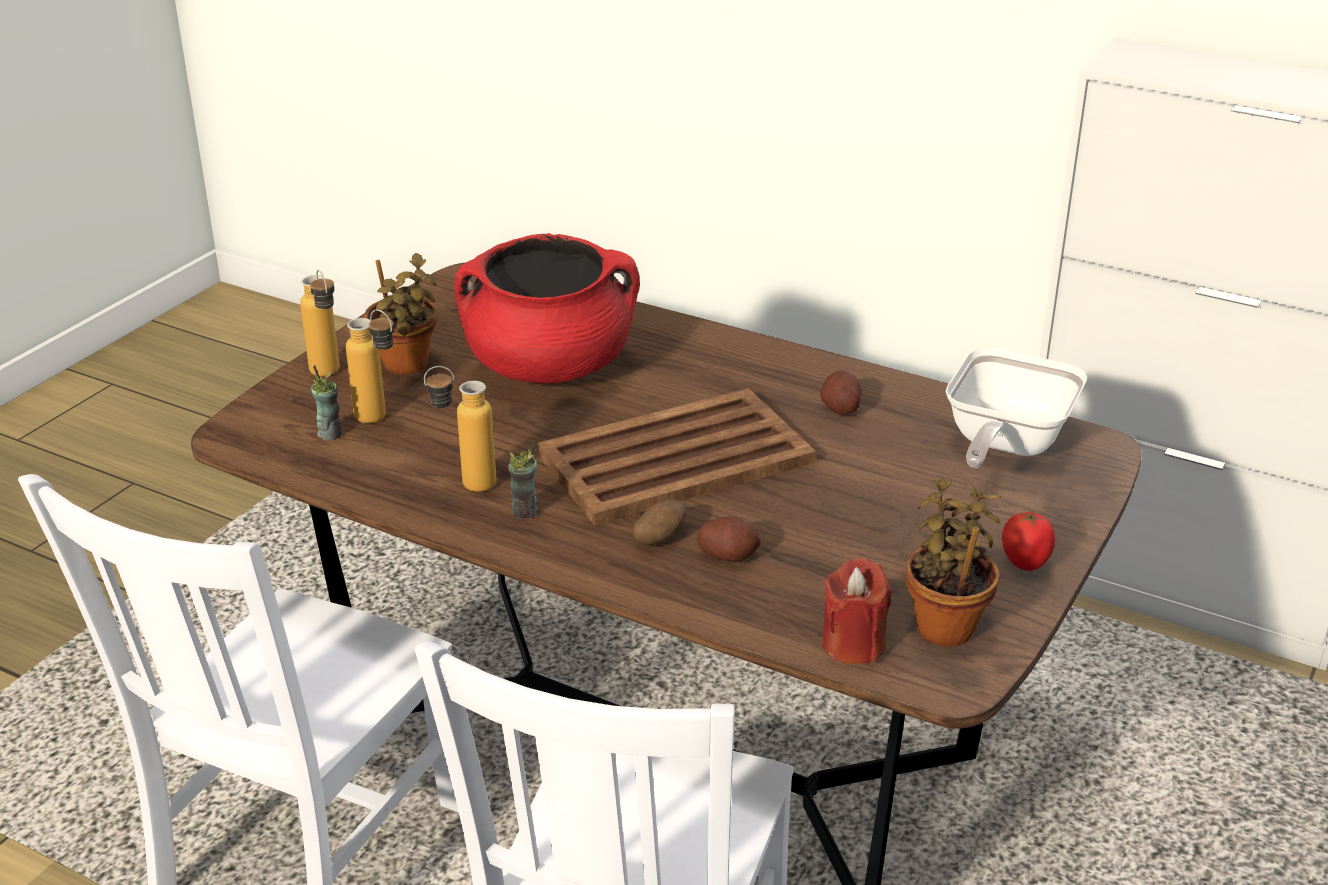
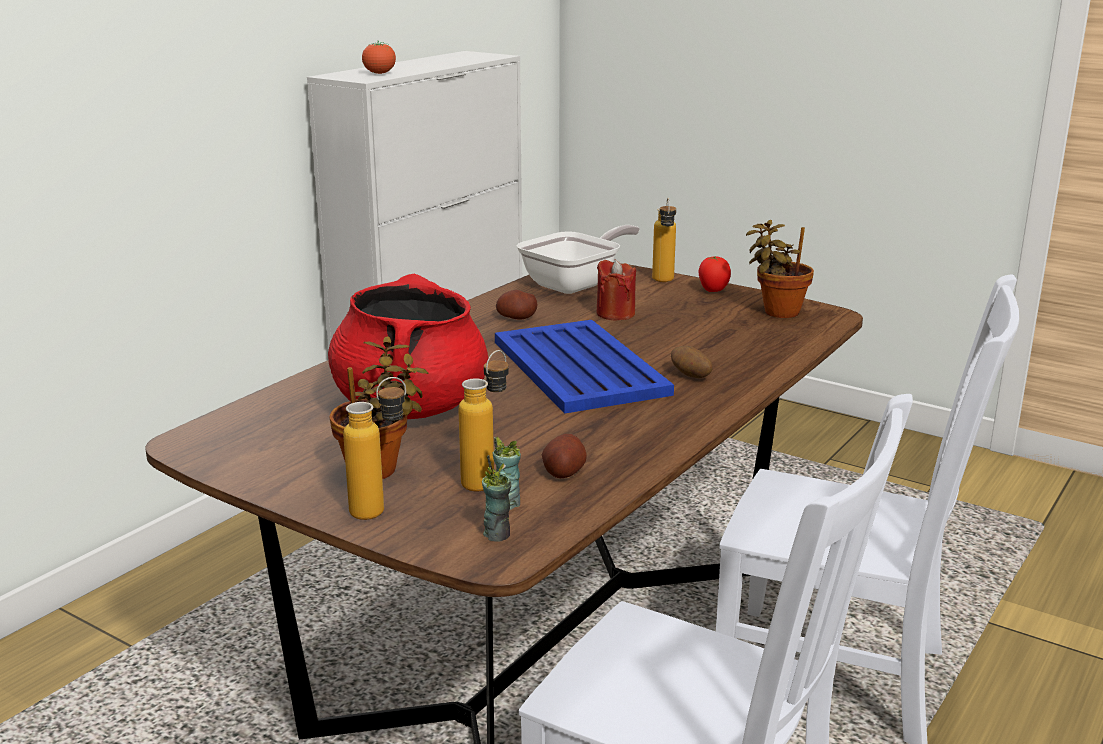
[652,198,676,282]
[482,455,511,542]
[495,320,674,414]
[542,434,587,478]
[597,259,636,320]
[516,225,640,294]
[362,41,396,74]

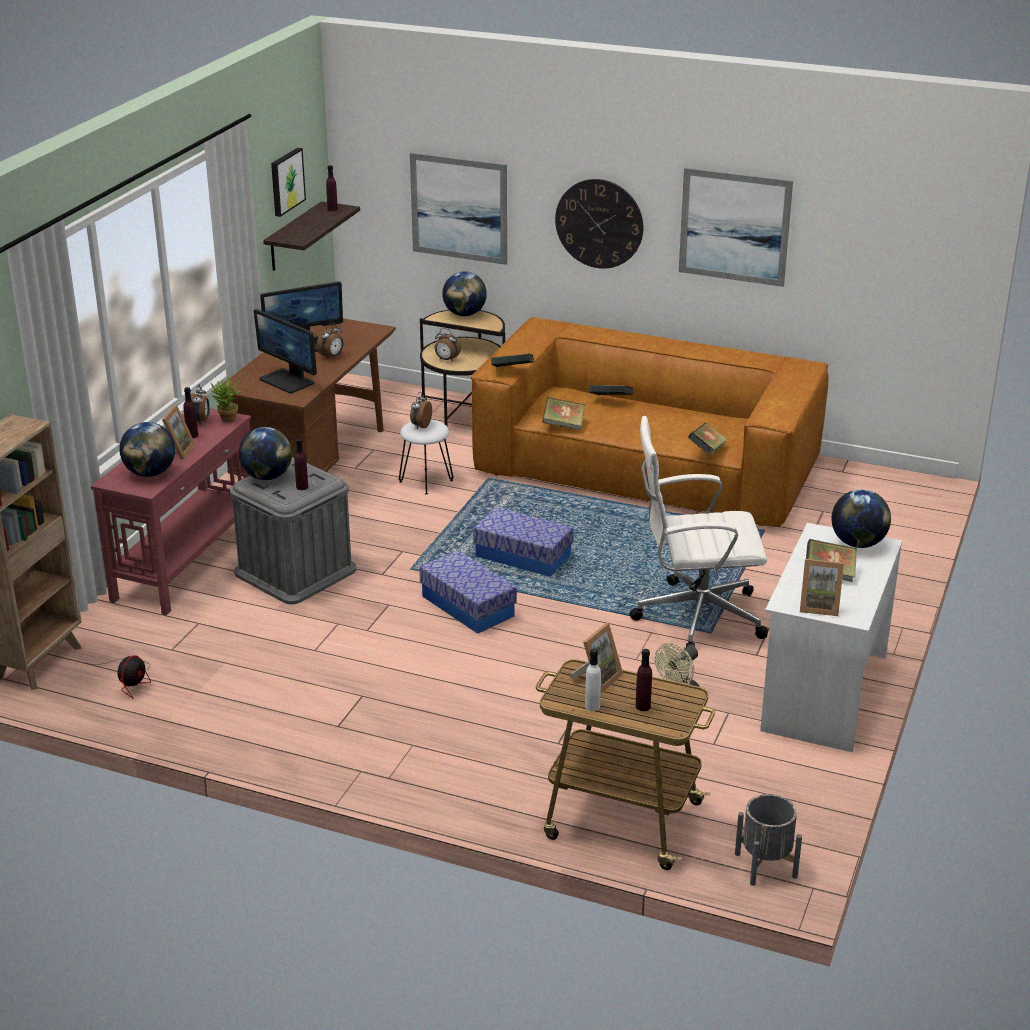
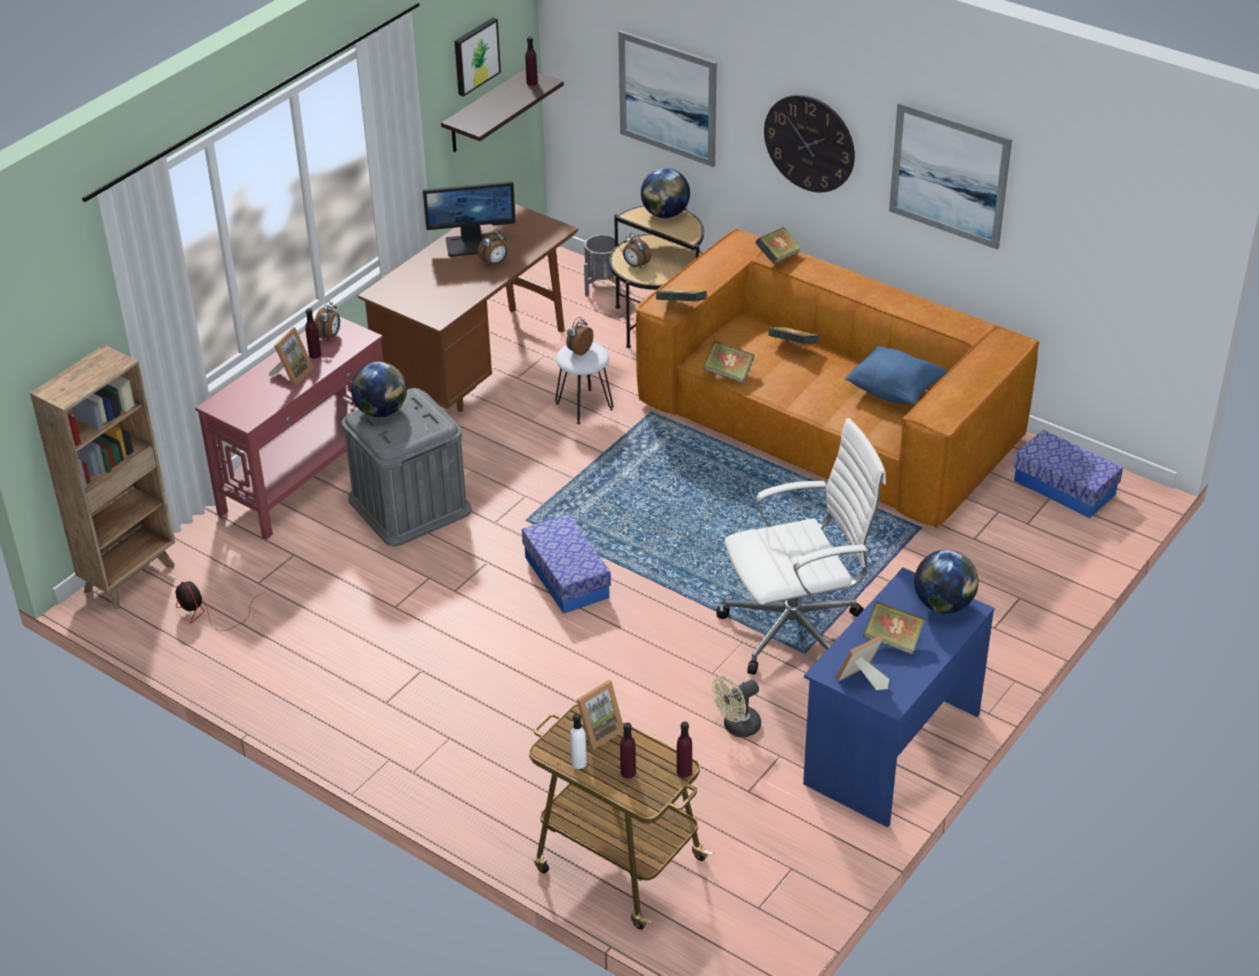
[176,582,265,631]
[119,422,175,477] (first image)
[210,376,242,422] (first image)
[254,309,317,394] (first image)
[677,721,692,777]
[1013,430,1123,518]
[716,418,886,675]
[755,227,802,264]
[584,234,620,296]
[803,568,995,828]
[835,634,889,690]
[845,345,949,404]

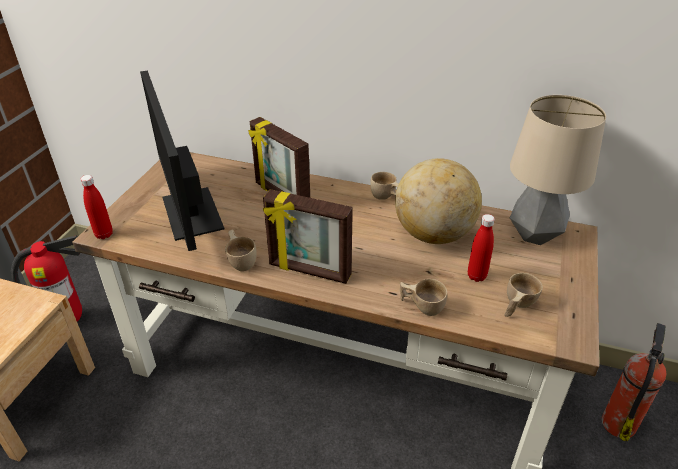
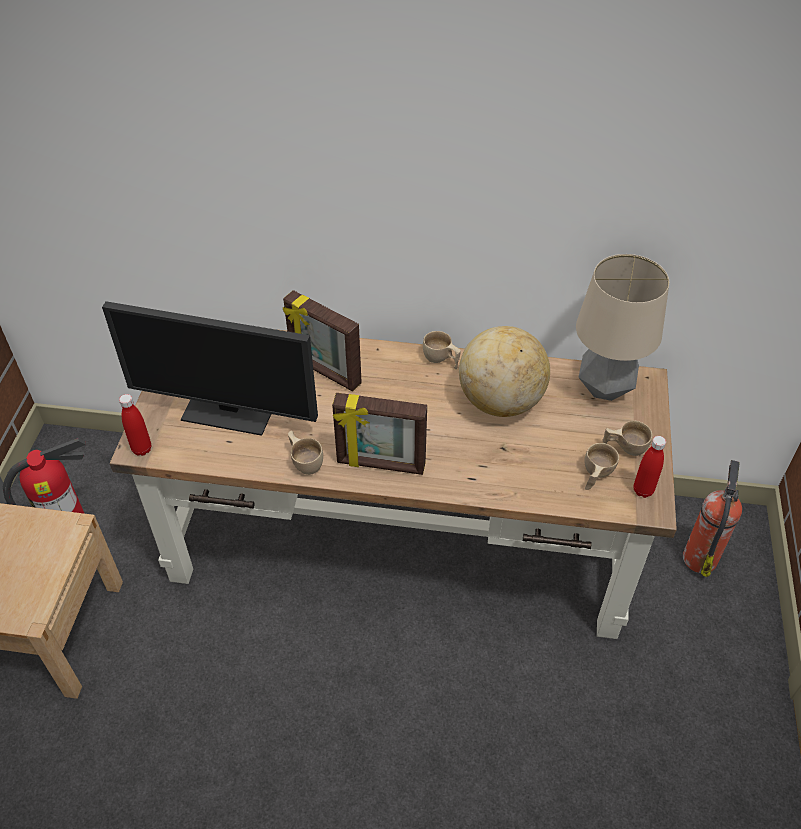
[102,301,318,436]
[603,421,652,456]
[634,436,666,498]

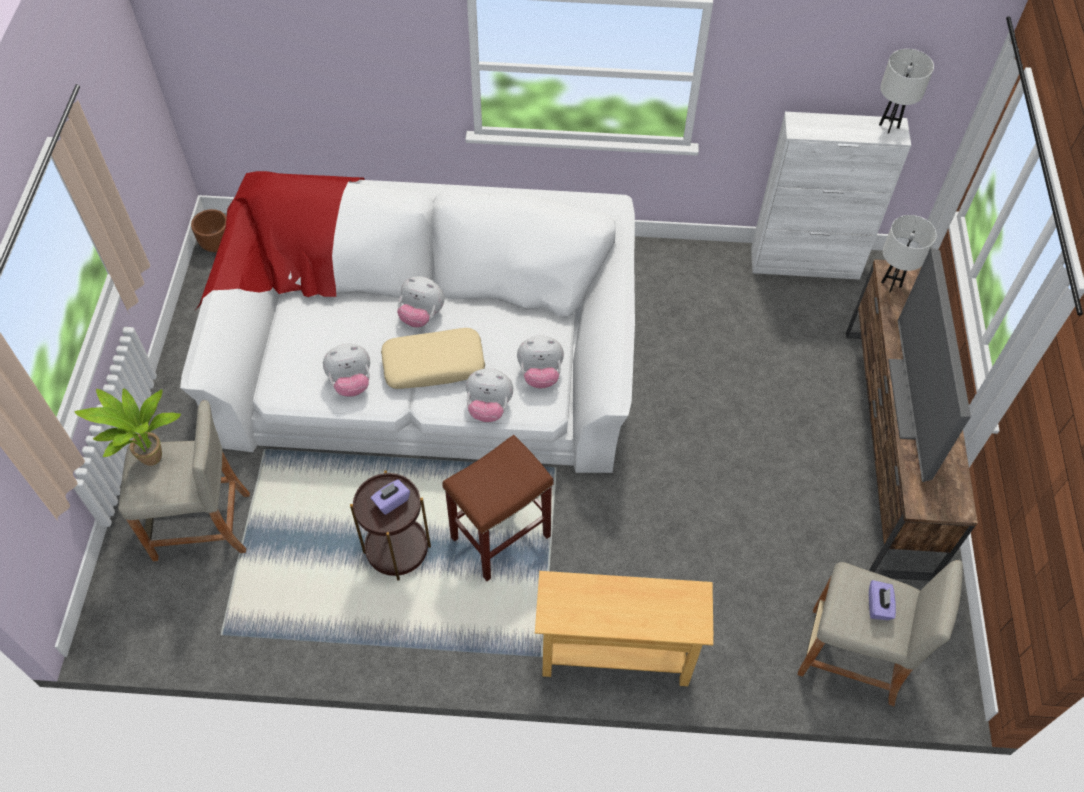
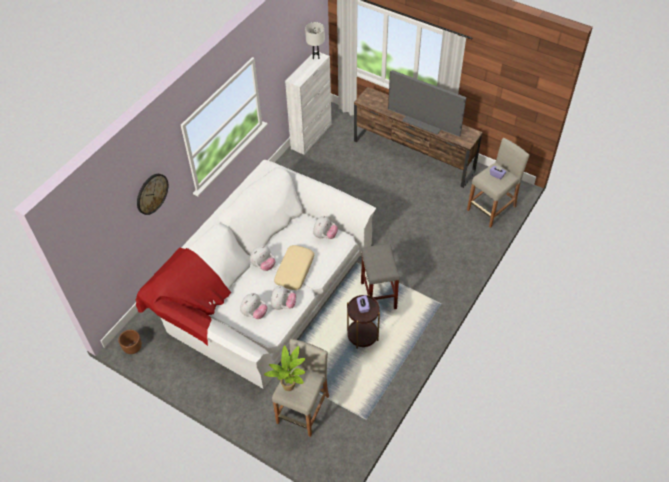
[361,244,400,309]
[240,293,267,319]
[535,571,714,686] (first image)
[881,215,937,293] (first image)
[137,174,168,215]

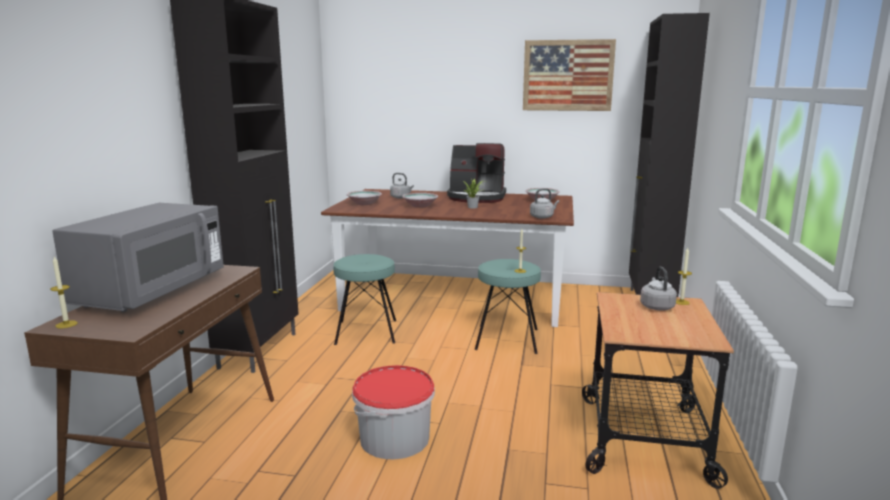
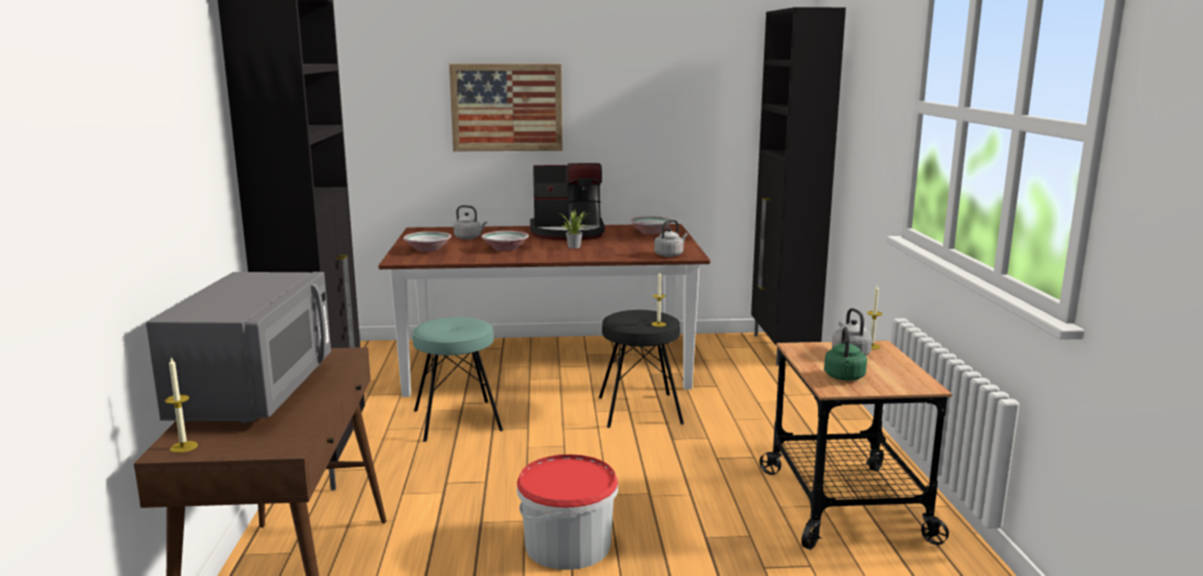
[599,310,684,428]
[449,64,562,151]
[824,327,867,381]

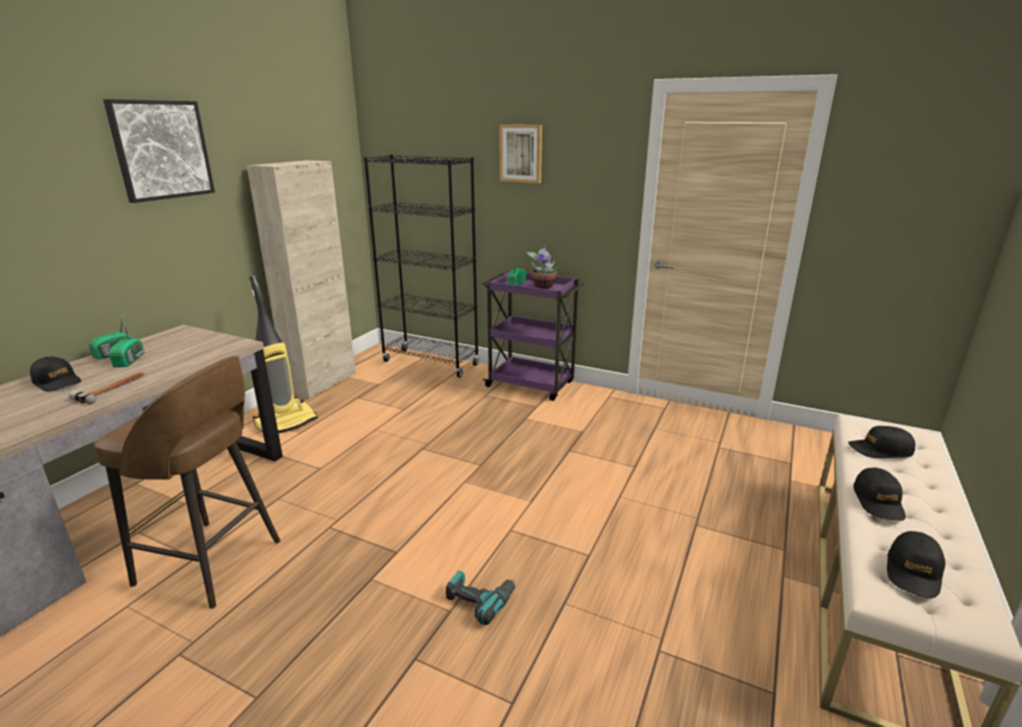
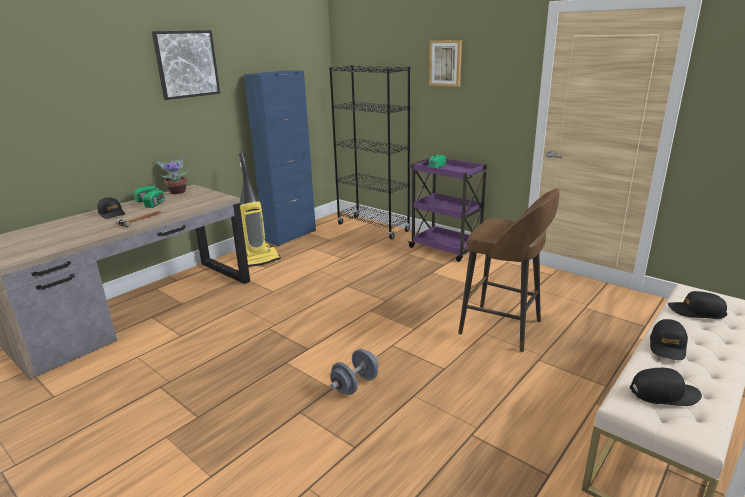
[458,188,559,352]
[244,70,316,246]
[330,349,378,395]
[155,156,188,194]
[630,368,702,406]

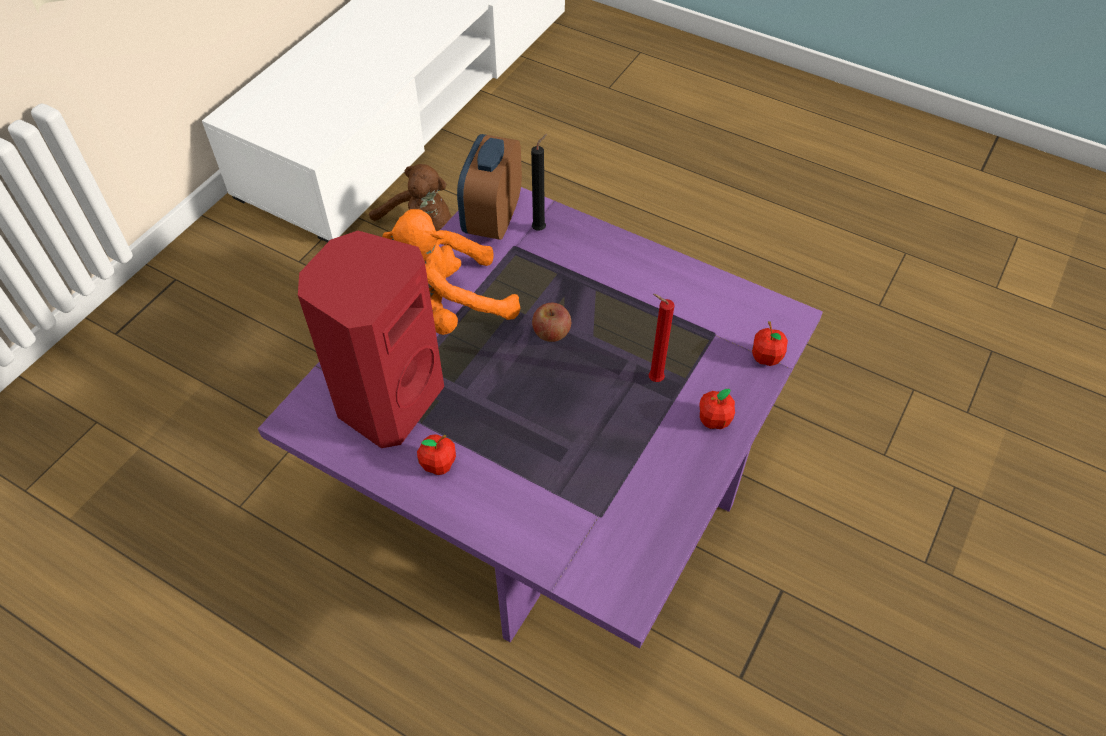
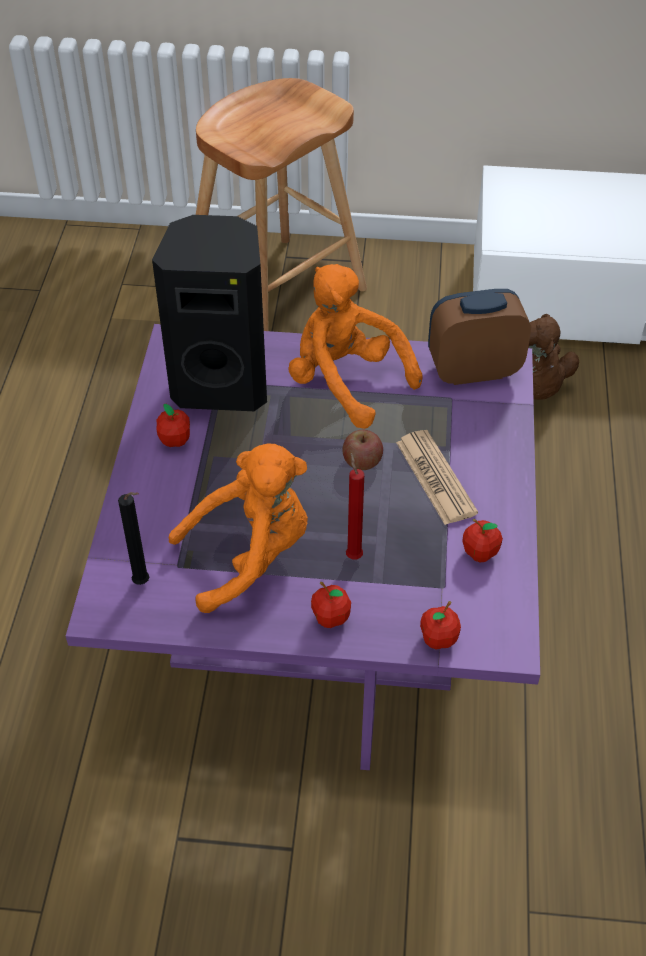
[152,215,267,411]
[118,492,149,585]
[169,443,308,613]
[196,78,367,331]
[396,430,478,525]
[463,519,503,562]

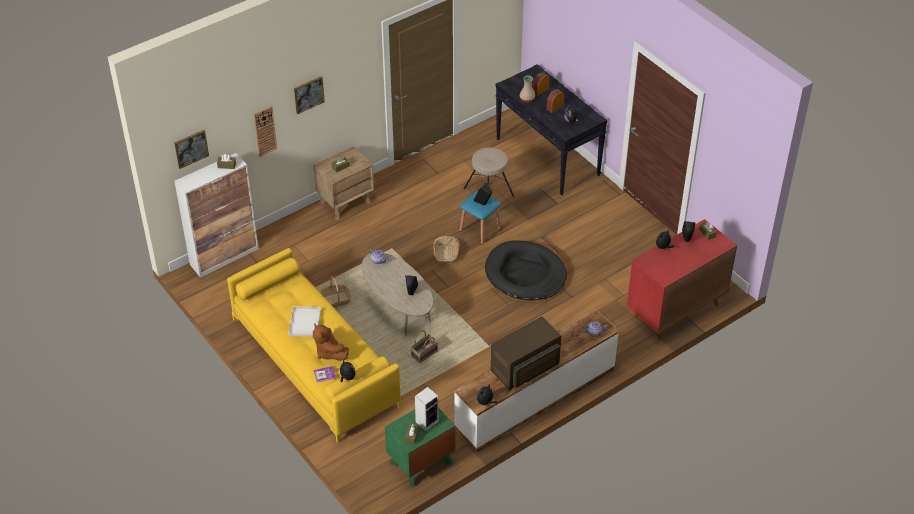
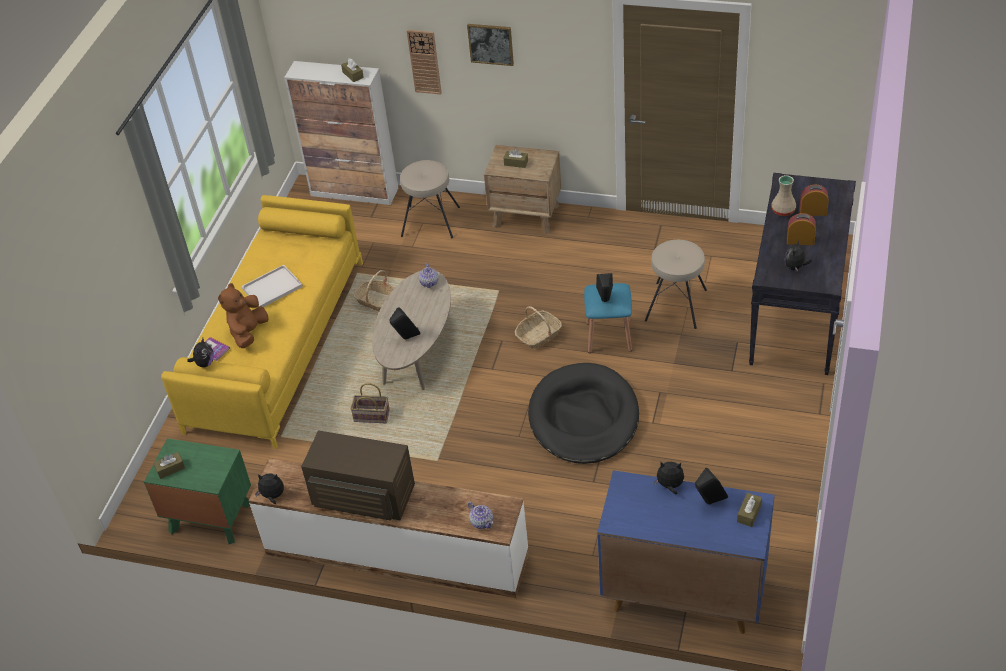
[175,130,209,169] (first image)
[415,387,439,431] (first image)
[597,470,775,634]
[400,160,460,238]

